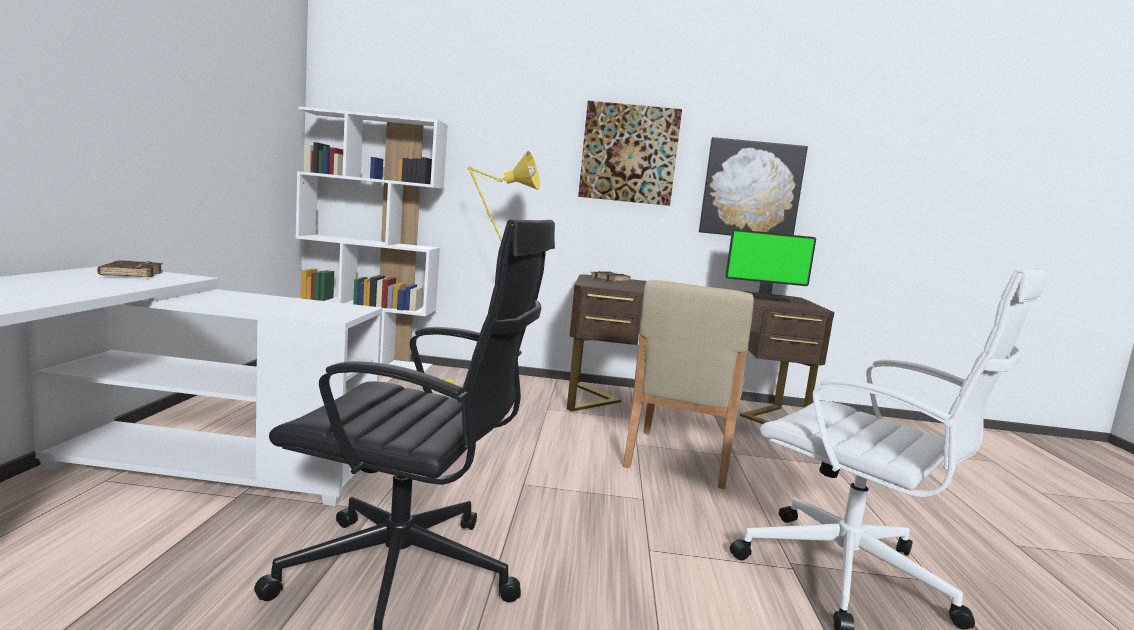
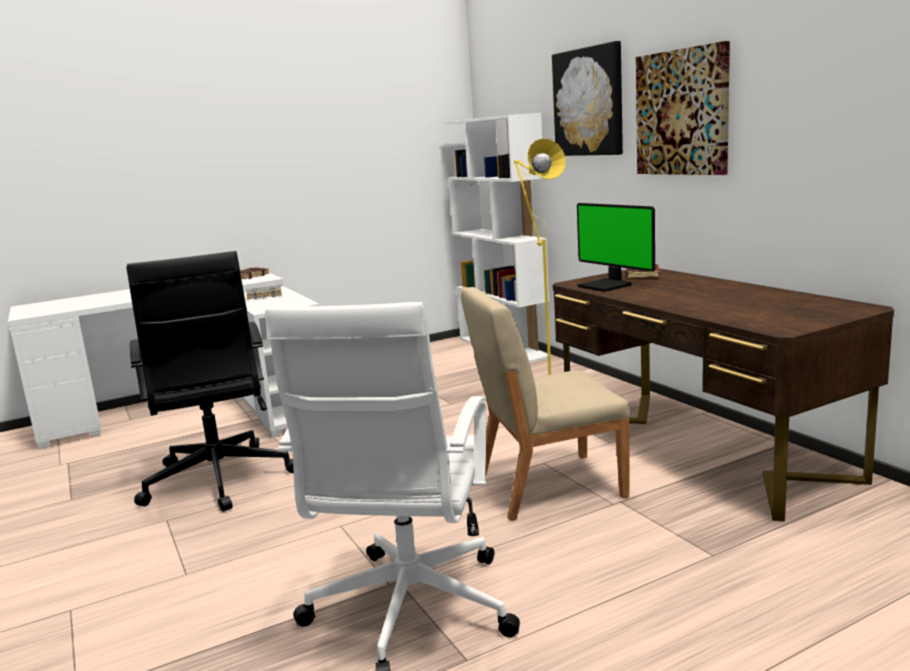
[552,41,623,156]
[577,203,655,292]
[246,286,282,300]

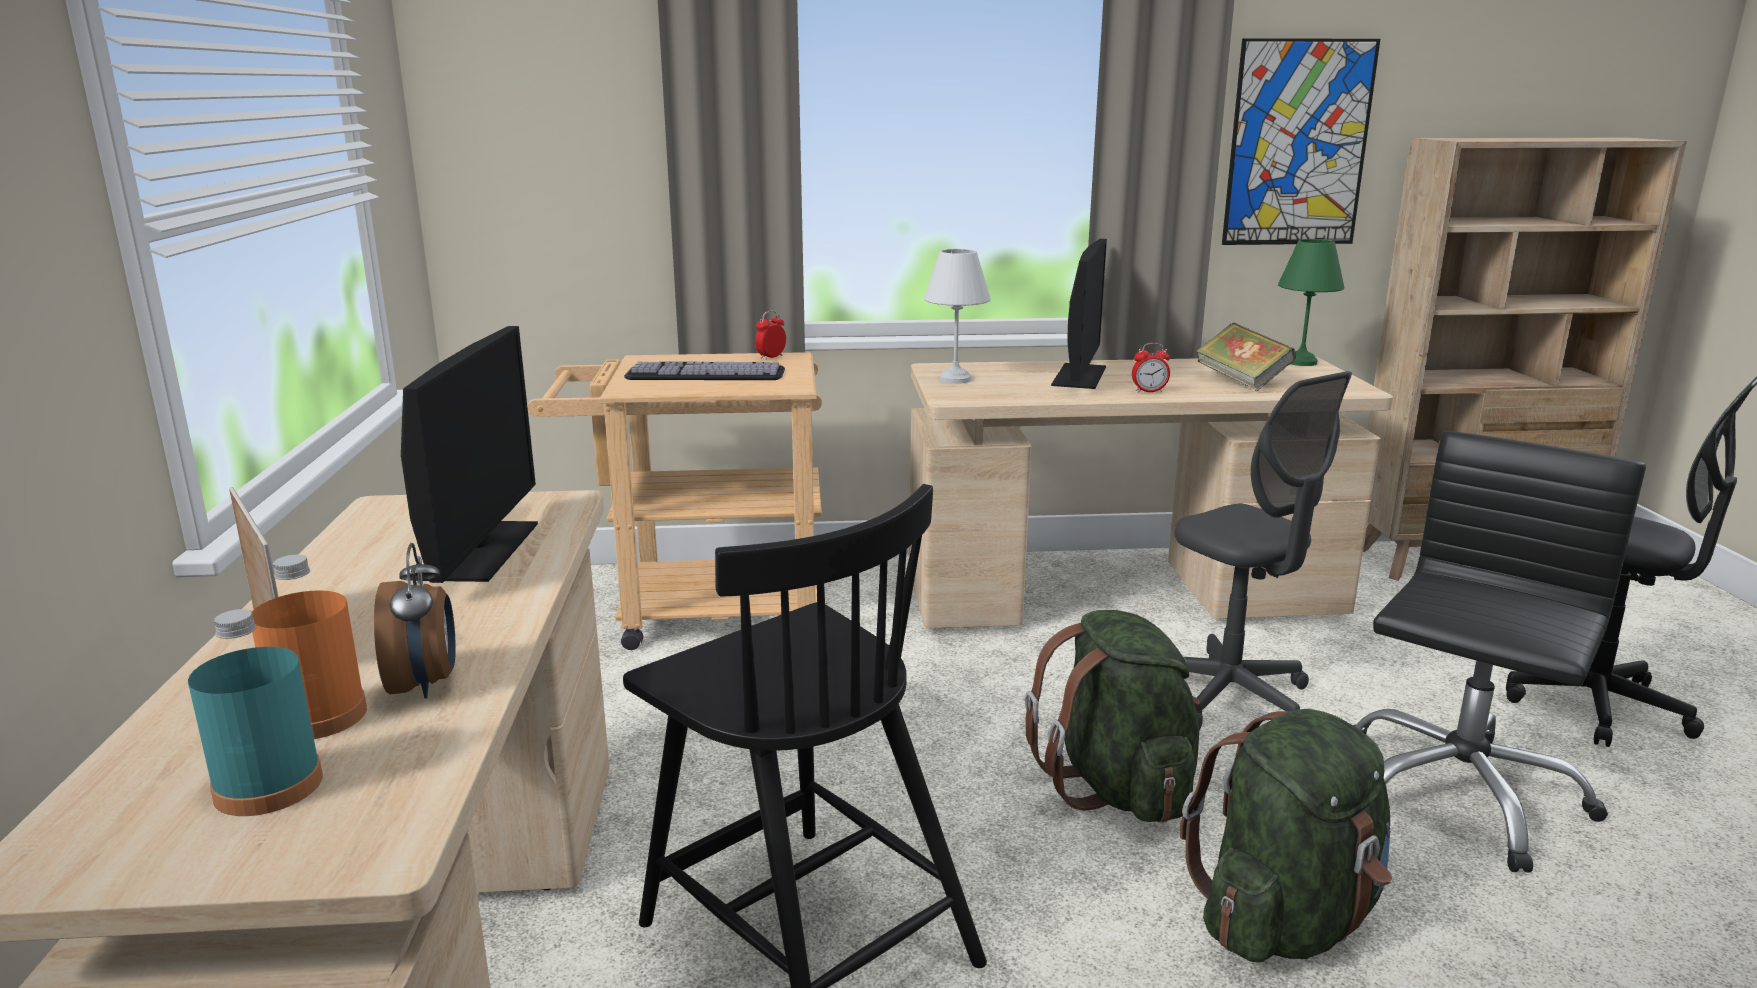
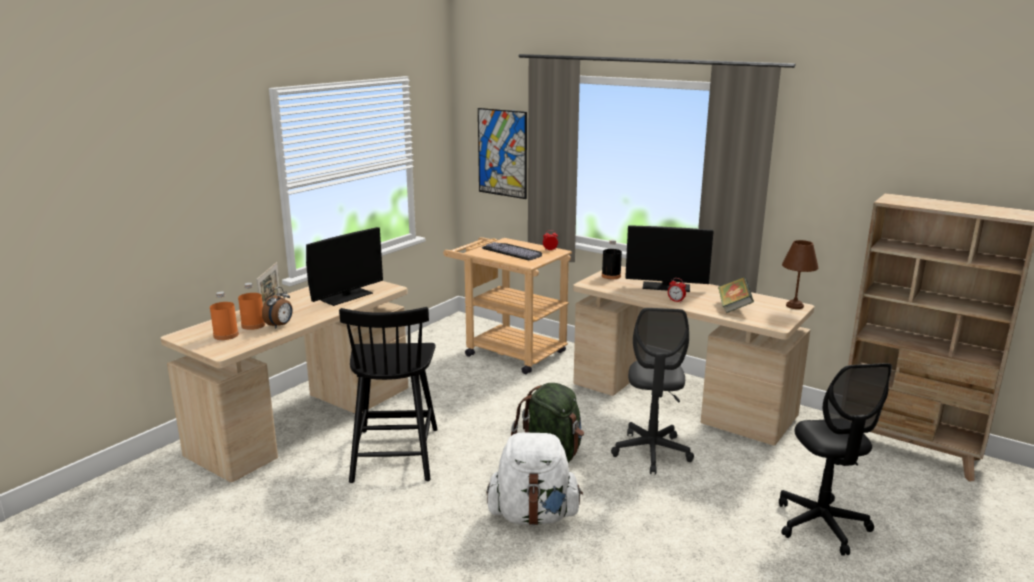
[210,292,239,340]
[602,240,622,279]
[625,225,714,292]
[487,433,583,526]
[478,108,527,199]
[782,240,818,309]
[1353,431,1646,872] (first image)

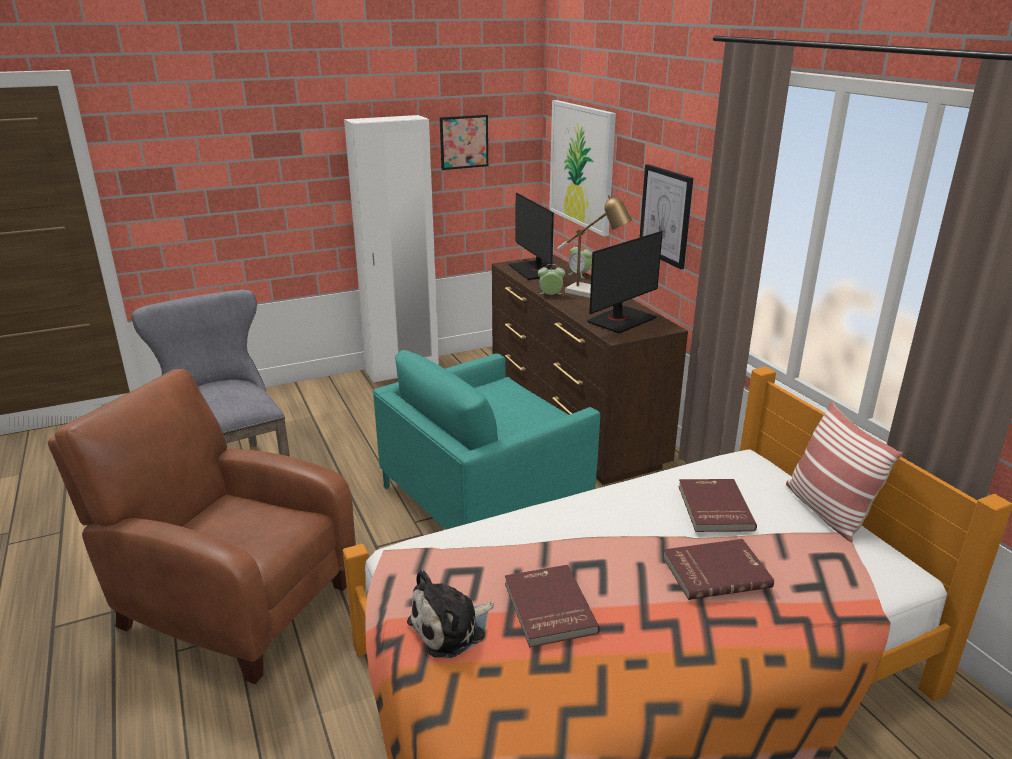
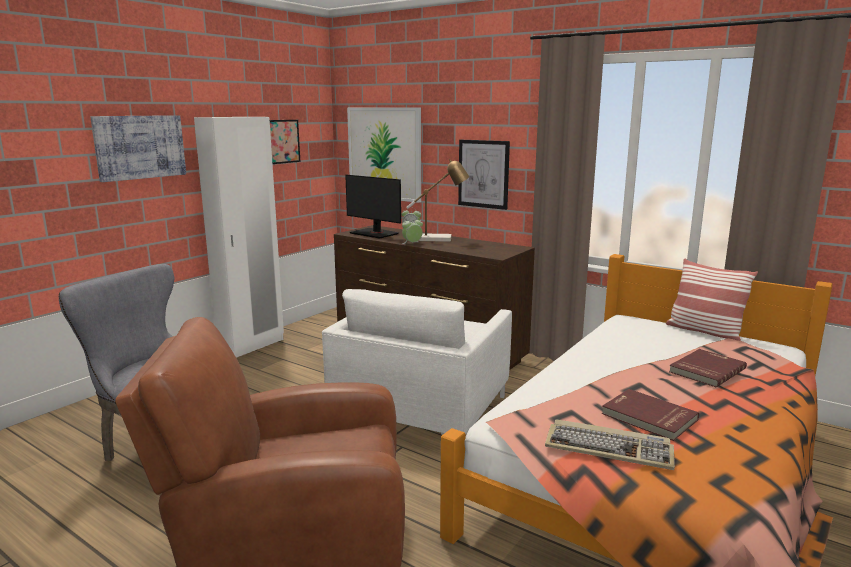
[322,289,512,435]
[545,419,675,470]
[587,231,663,333] (first image)
[678,479,757,532] (first image)
[90,115,186,182]

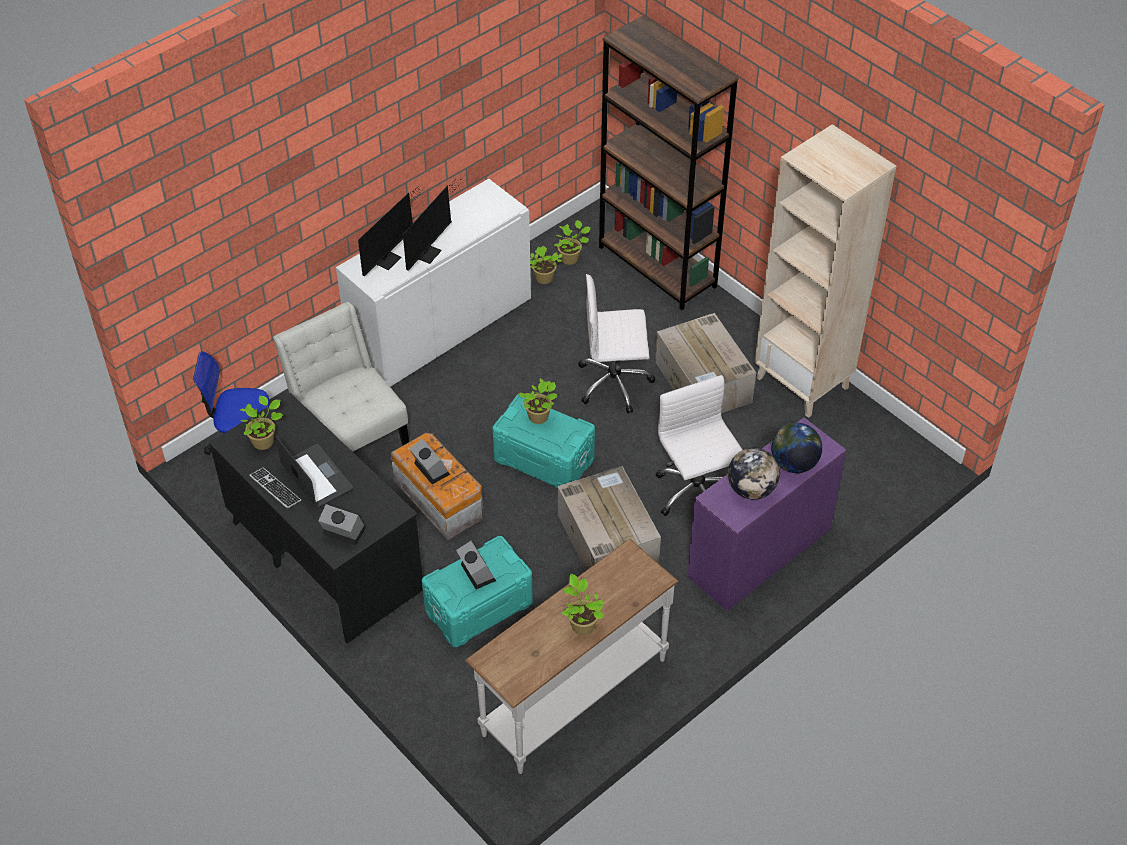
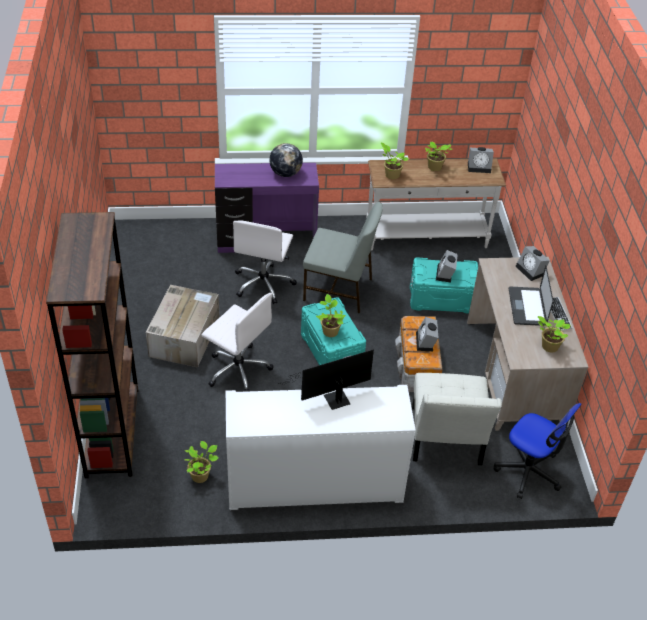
[467,257,588,431]
[358,186,423,276] (first image)
[381,143,409,179]
[303,202,383,313]
[754,124,896,418] (first image)
[771,423,822,473] (first image)
[468,147,494,173]

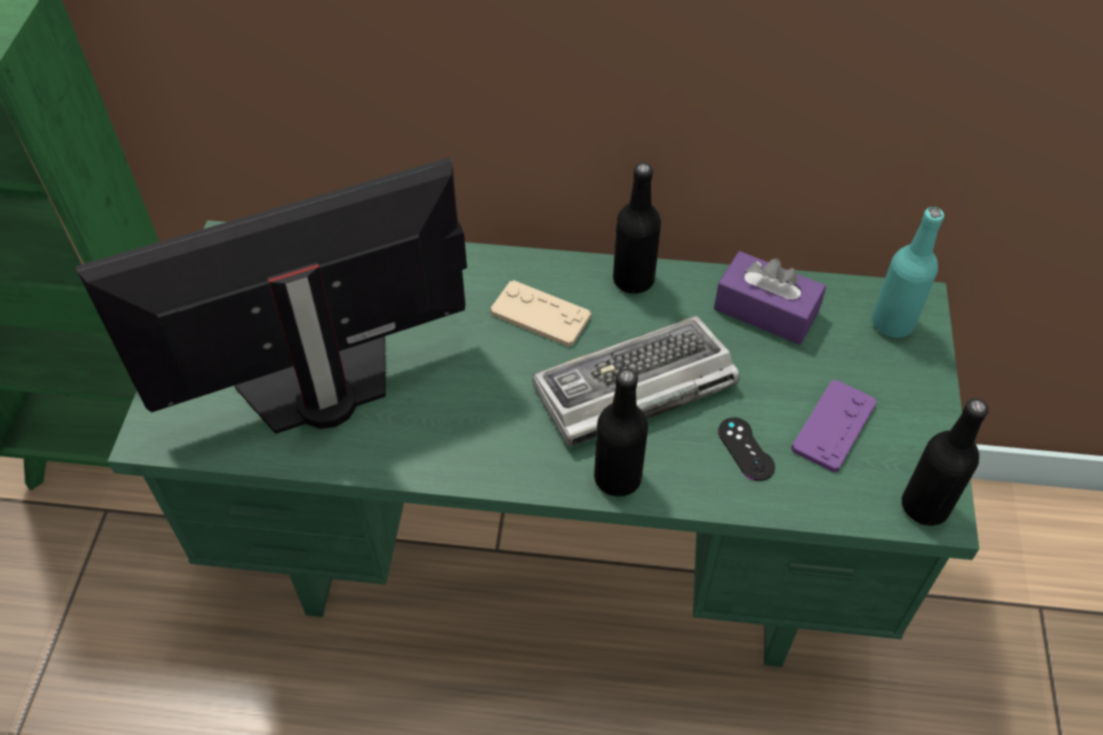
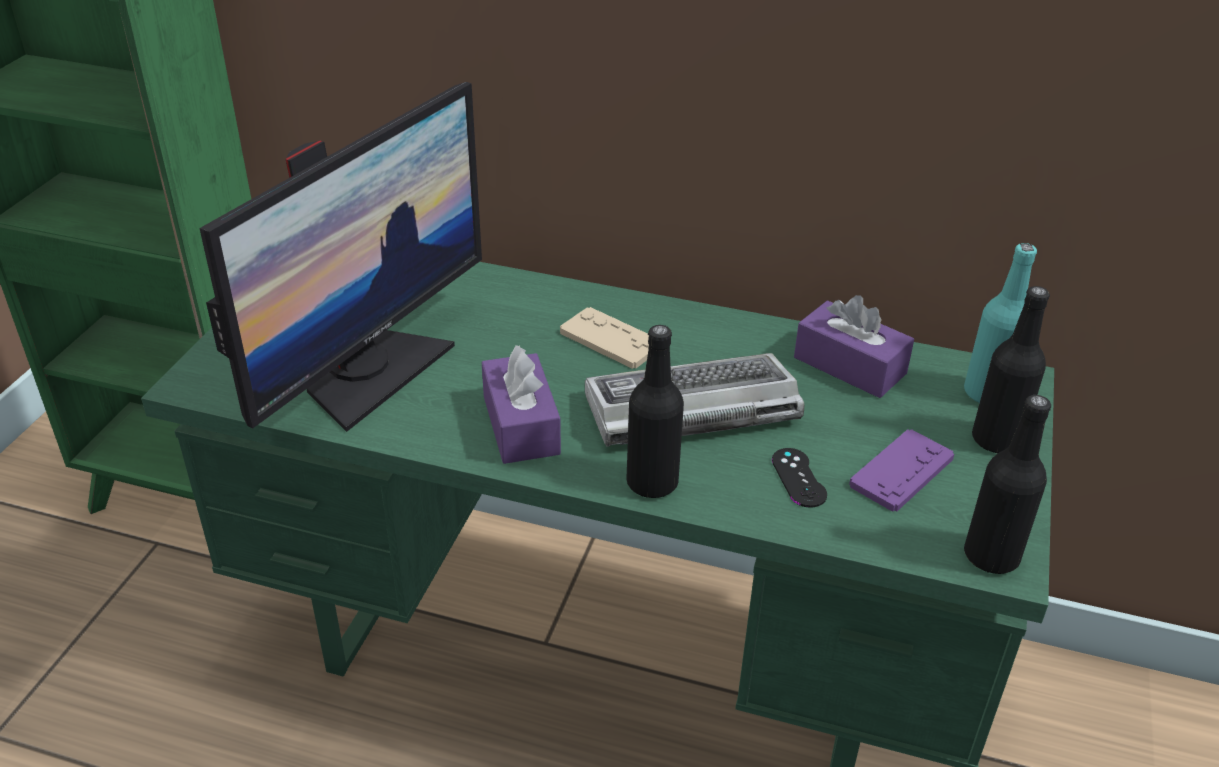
[199,82,482,432]
[972,286,1050,454]
[482,345,561,464]

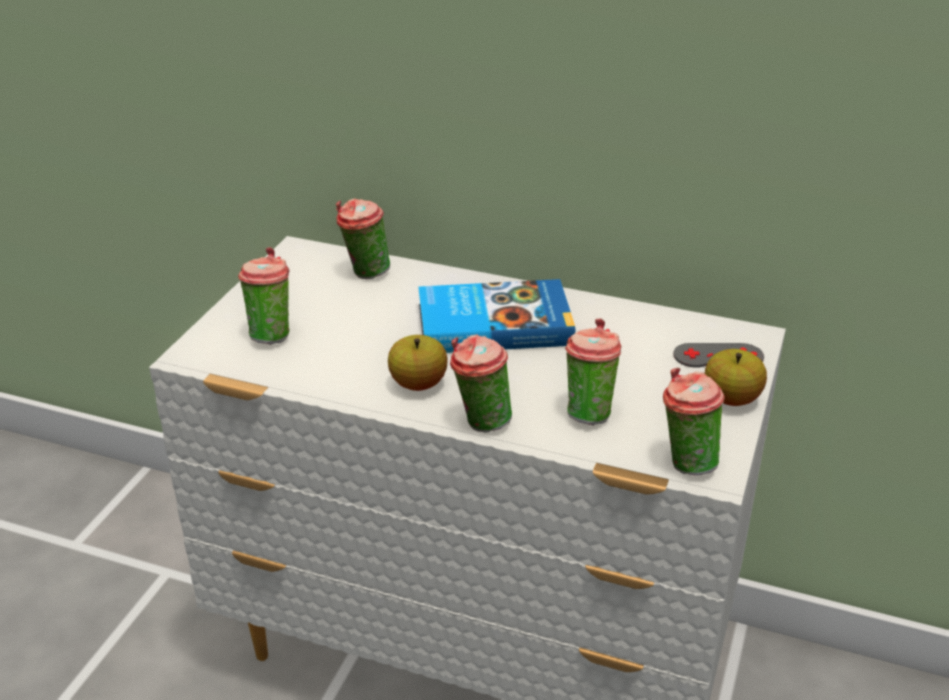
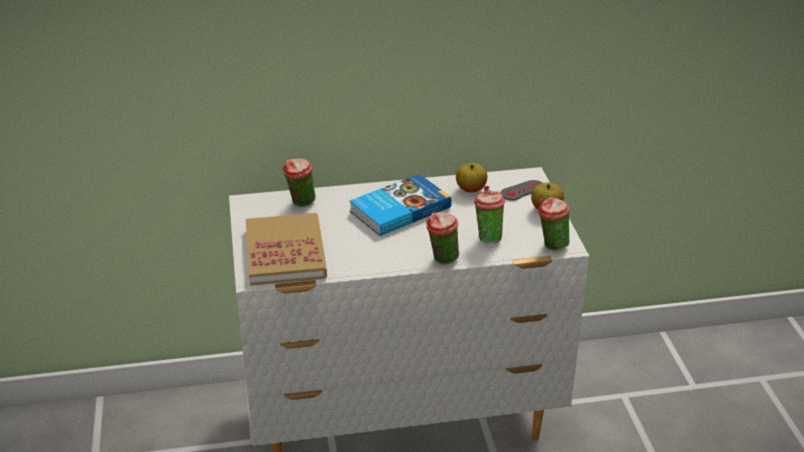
[246,213,327,286]
[456,163,487,192]

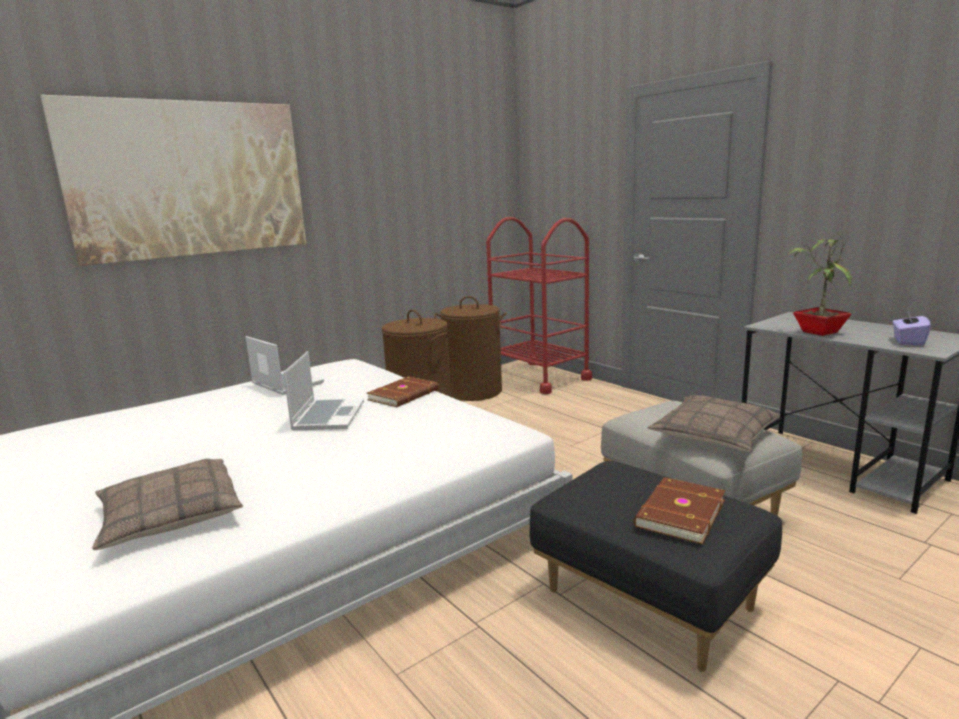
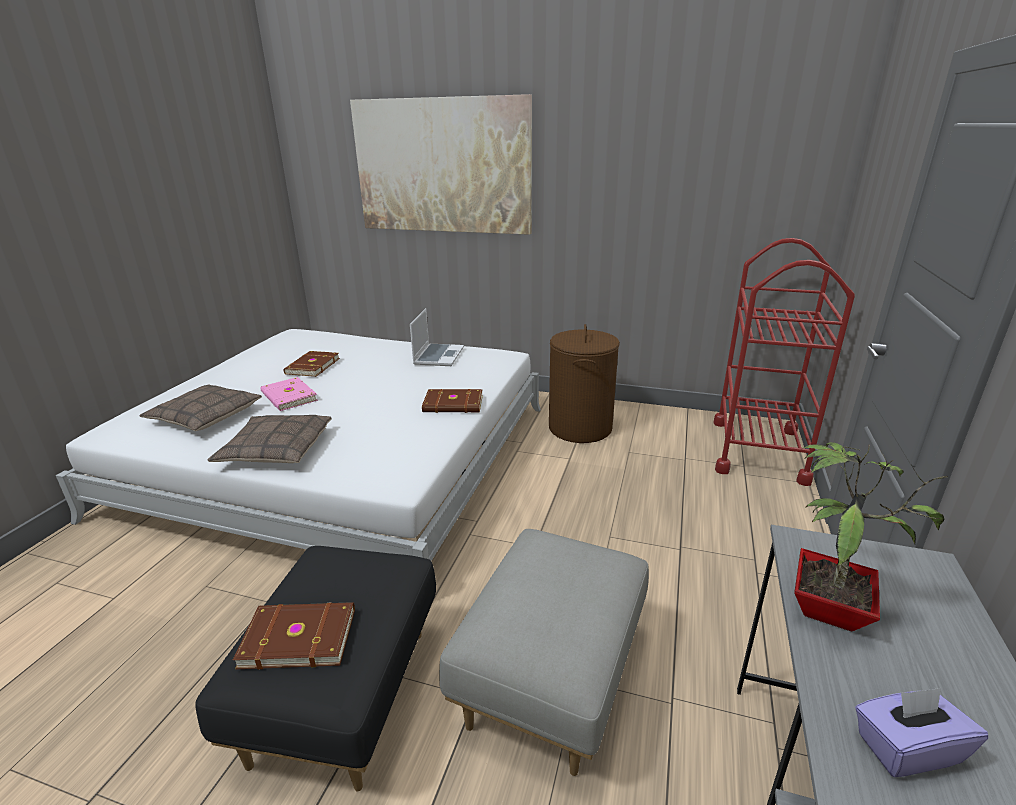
[283,351,364,430] (first image)
[434,296,507,401] (first image)
[207,415,332,463]
[261,377,318,411]
[283,351,340,377]

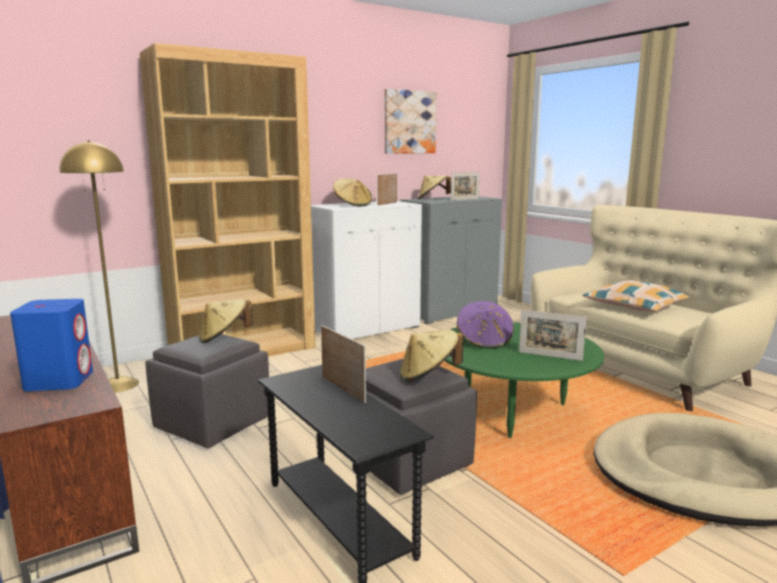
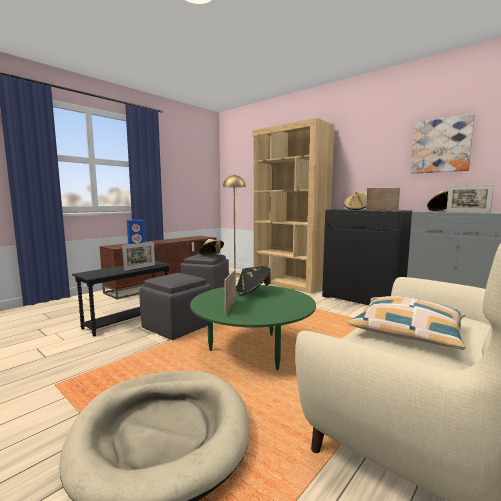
[322,209,412,305]
[400,330,463,382] (first image)
[236,266,270,296]

